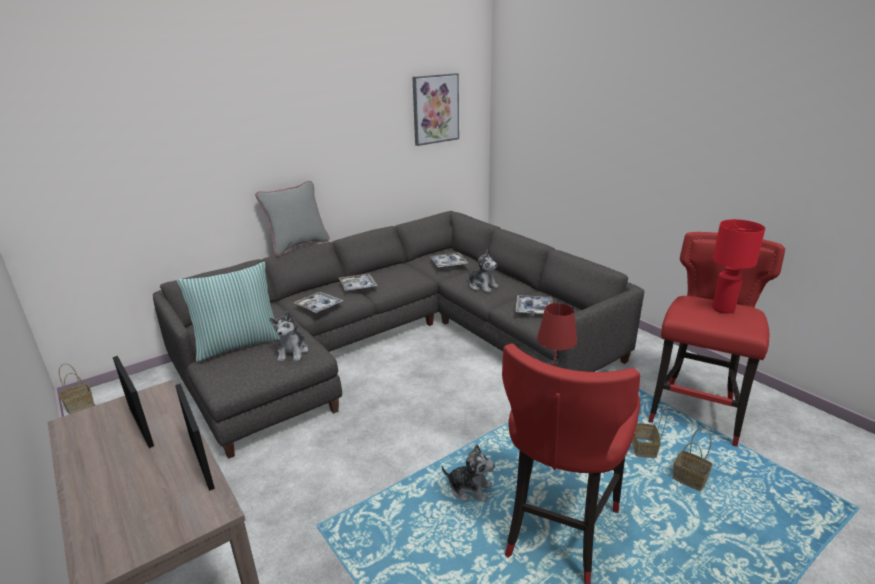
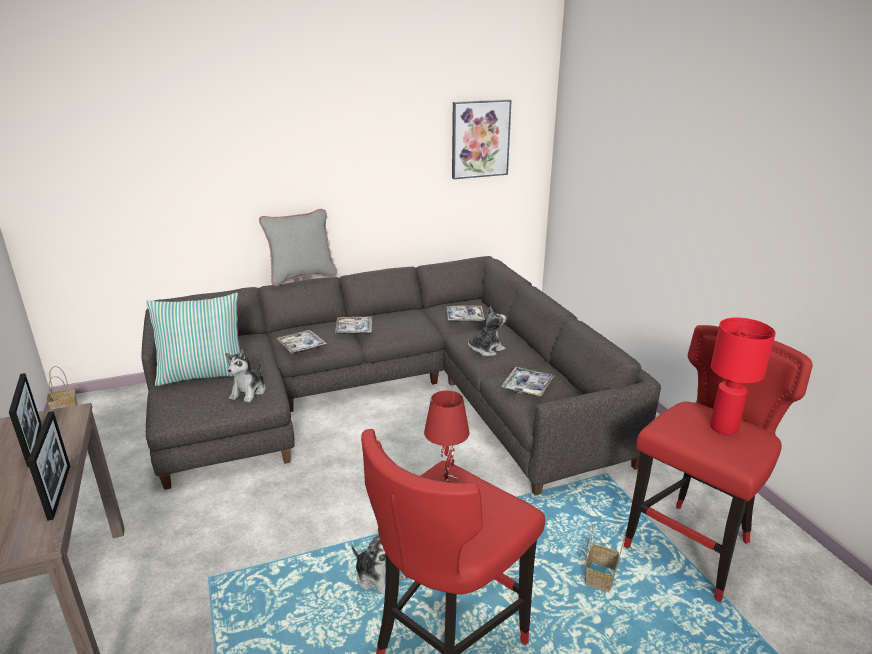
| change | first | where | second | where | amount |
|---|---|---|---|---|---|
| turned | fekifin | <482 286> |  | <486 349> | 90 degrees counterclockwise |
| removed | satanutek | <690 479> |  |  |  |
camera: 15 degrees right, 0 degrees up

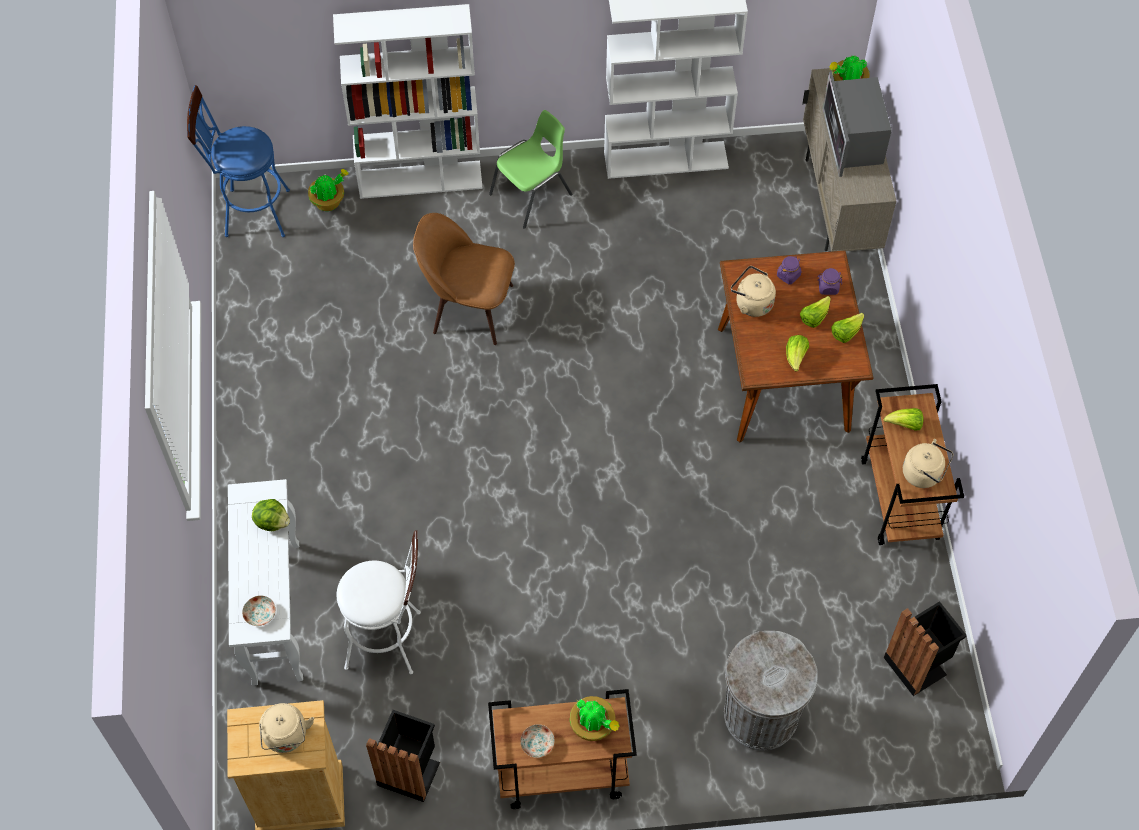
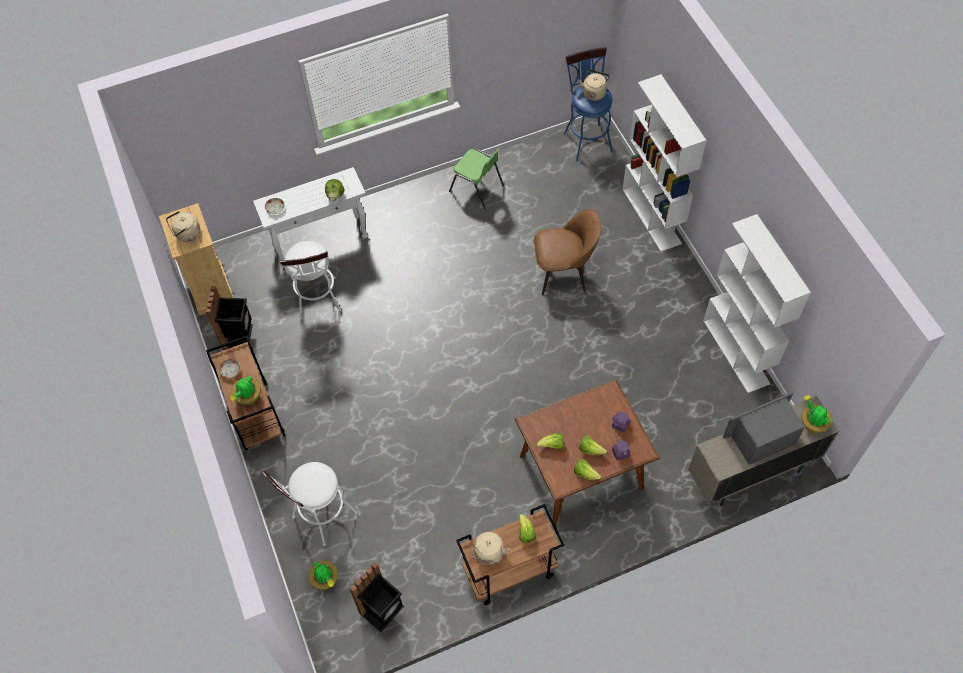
| change | first | where | second | where | amount |
|---|---|---|---|---|---|
| replaced | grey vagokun | <760 715> | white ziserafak | <320 518> |  |
| moved | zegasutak | <329 201> |  | <325 580> |  |
| moved | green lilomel | <532 194> |  | <477 189> |  |
| turned | brown lilomel | <469 308> |  | <563 272> | 90 degrees clockwise |
| moved | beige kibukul | <751 303> |  | <594 92> |  |
camera: 75 degrees right, 0 degrees up

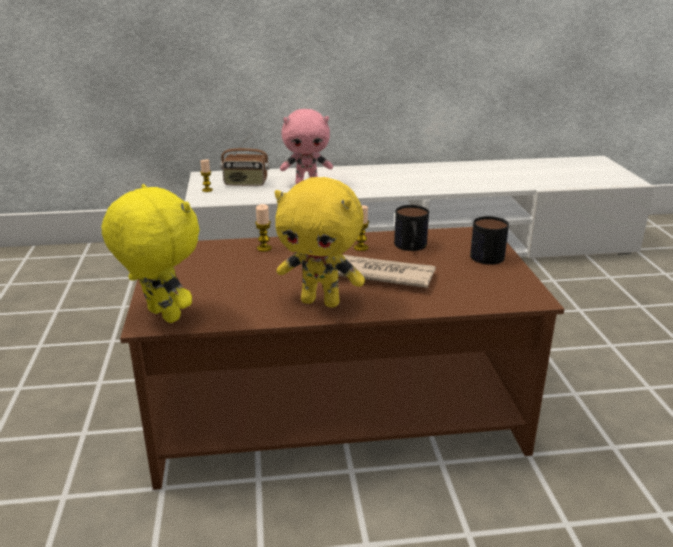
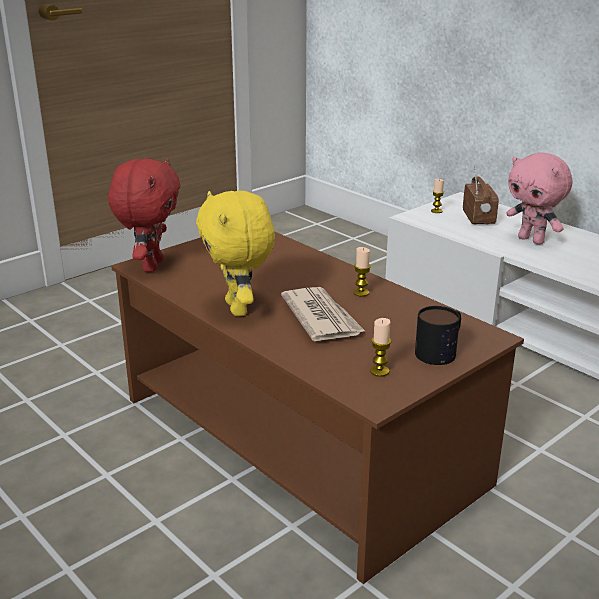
| change | first | where | second | where | amount |
|---|---|---|---|---|---|
| recoloured | yellow fekifin | <161 316> | red fekifin | <151 265> |  |
| moved | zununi | <264 248> |  | <379 371> |  |
| turned | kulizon | <245 183> |  | <479 218> | 150 degrees counterclockwise |
| removed | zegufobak | <411 247> |  |  |  |
camera: 55 degrees right, 0 degrees up

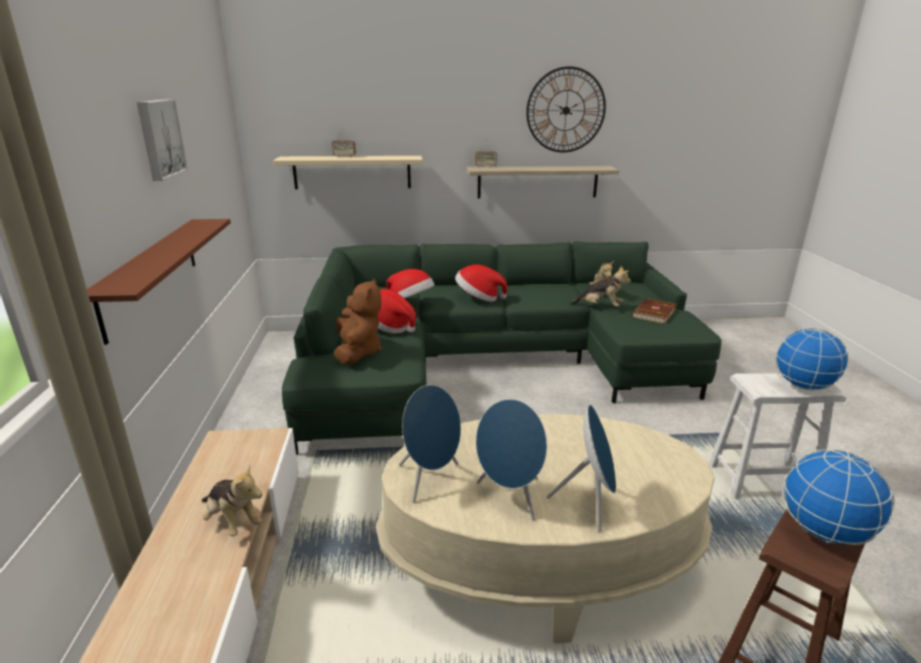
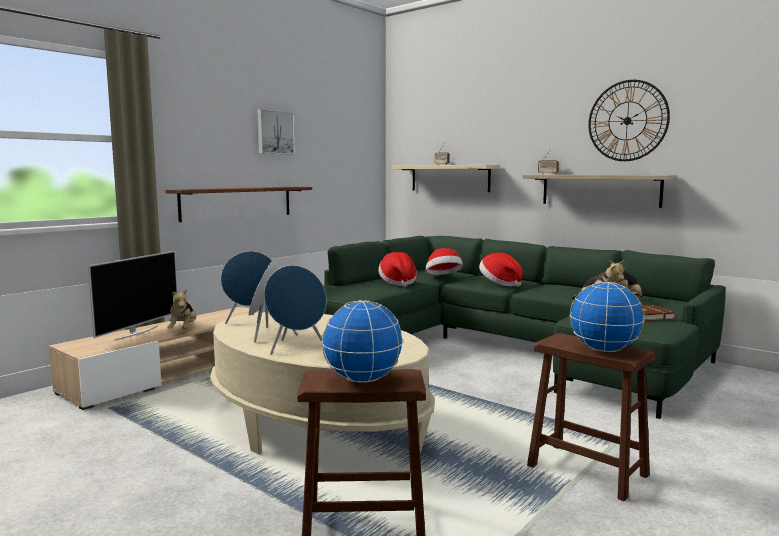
| change | first | where | second | where | amount |
|---|---|---|---|---|---|
| added |  |  | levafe | <136 333> |  |
| recoloured | white ziserafak | <761 479> | brown ziserafak | <587 470> |  |
| removed | brown fekifin | <358 352> |  |  |  |
camera: 45 degrees right, 15 degrees down

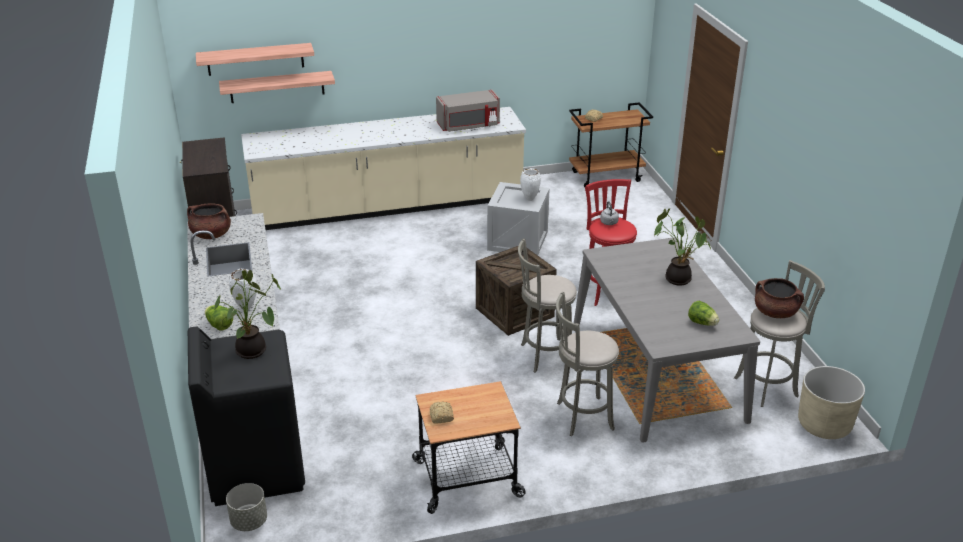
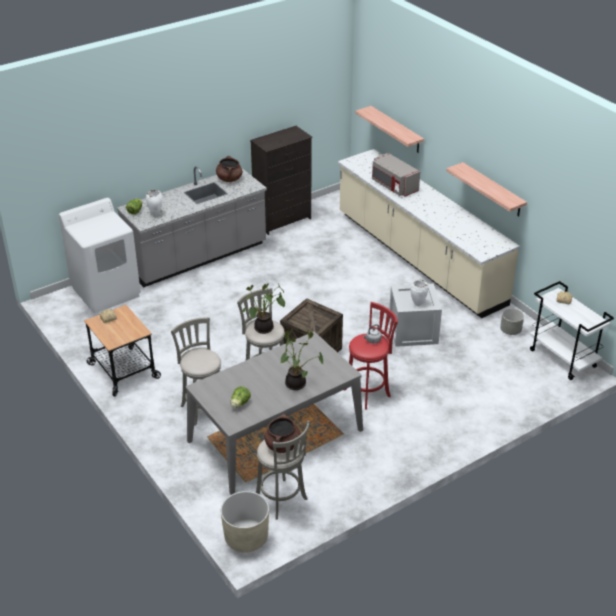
| change | first | where | second | where | amount |
|---|---|---|---|---|---|
| recoloured | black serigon | <256 468> | white serigon | <106 292> |  |
| moved | zegasutak | <253 351> |  | <263 329> |  |
| moved | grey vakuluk | <469 125> |  | <393 186> |  |
| moved | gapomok | <255 59> |  | <493 190> |  |
| moved | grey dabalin | <249 521> |  | <510 330> |  |
| recoloured | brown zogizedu | <606 176> | white zogizedu | <563 358> |  |
camera: 70 degrees right, 5 degrees up

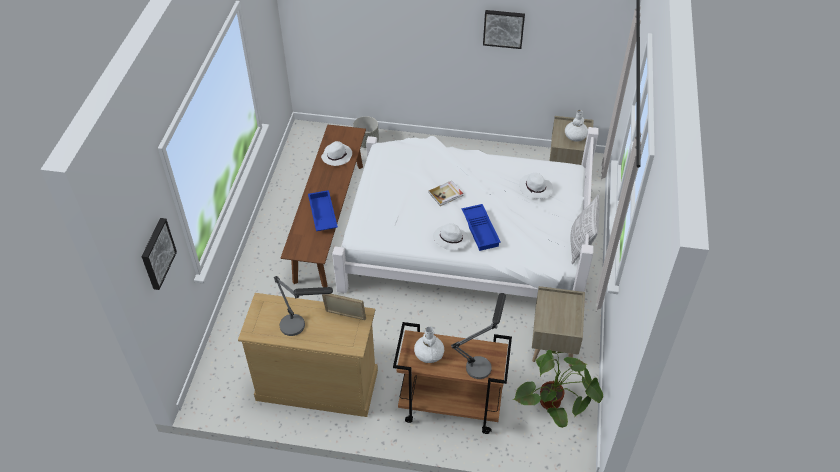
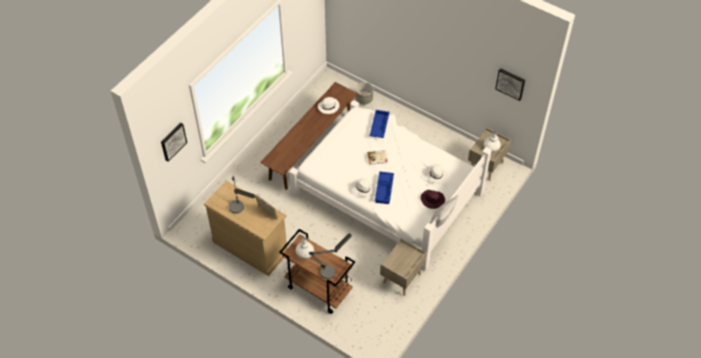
| change | first | where | second | where | amount |
|---|---|---|---|---|---|
| moved | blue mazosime | <322 214> |  | <379 126> |  |
| added |  |  | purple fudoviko | <433 200> |  |
| moved | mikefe | <503 28> |  | <510 83> |  |
| removed | zegasutak | <554 411> |  |  |  |
camera: 25 degrees right, 5 degrees up

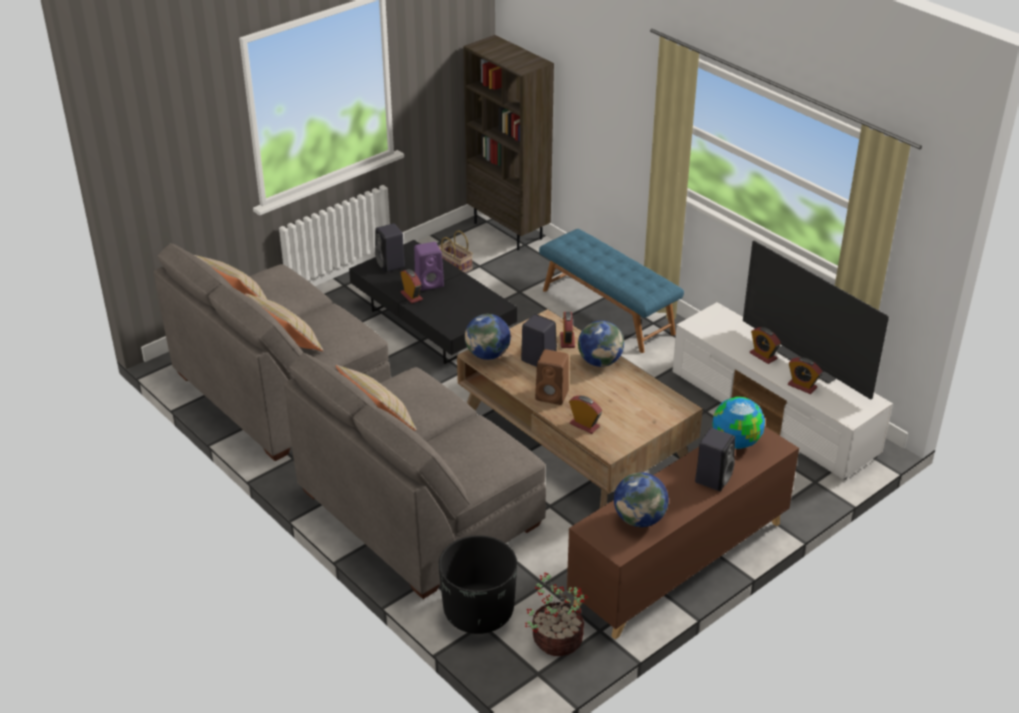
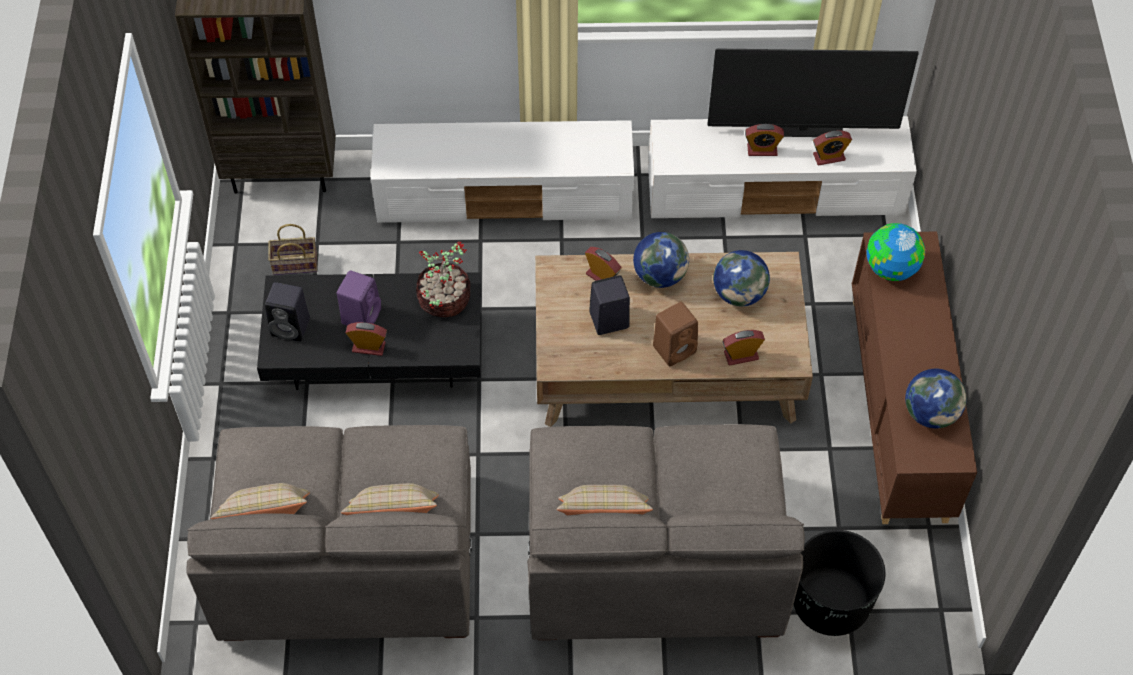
| change | first | where | second | where | amount |
|---|---|---|---|---|---|
| replaced | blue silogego | <608 311> | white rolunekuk | <506 195> |  |
| moved | zegasutak | <555 640> |  | <443 300> |  |
| moved | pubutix | <488 355> |  | <739 294> |  |
| removed | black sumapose | <713 477> |  |  |  |
camera: 50 degrees left, 20 degrees up

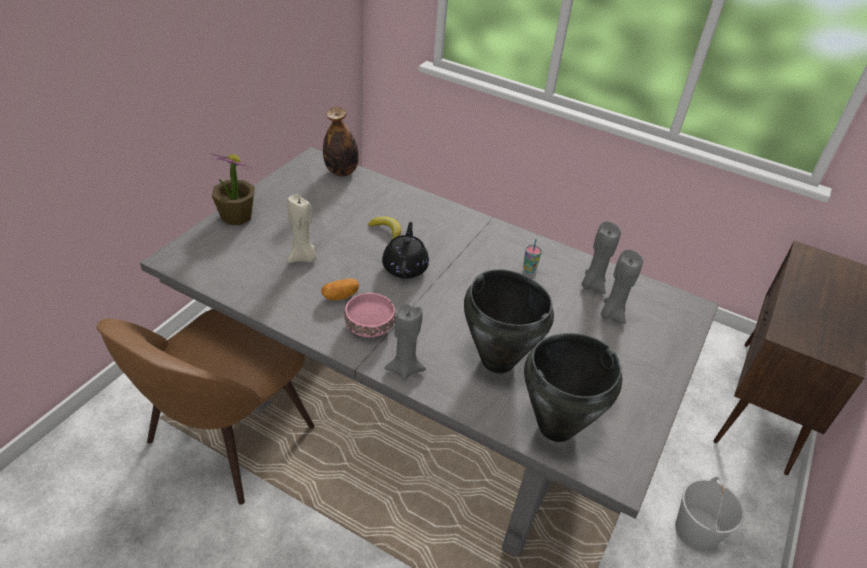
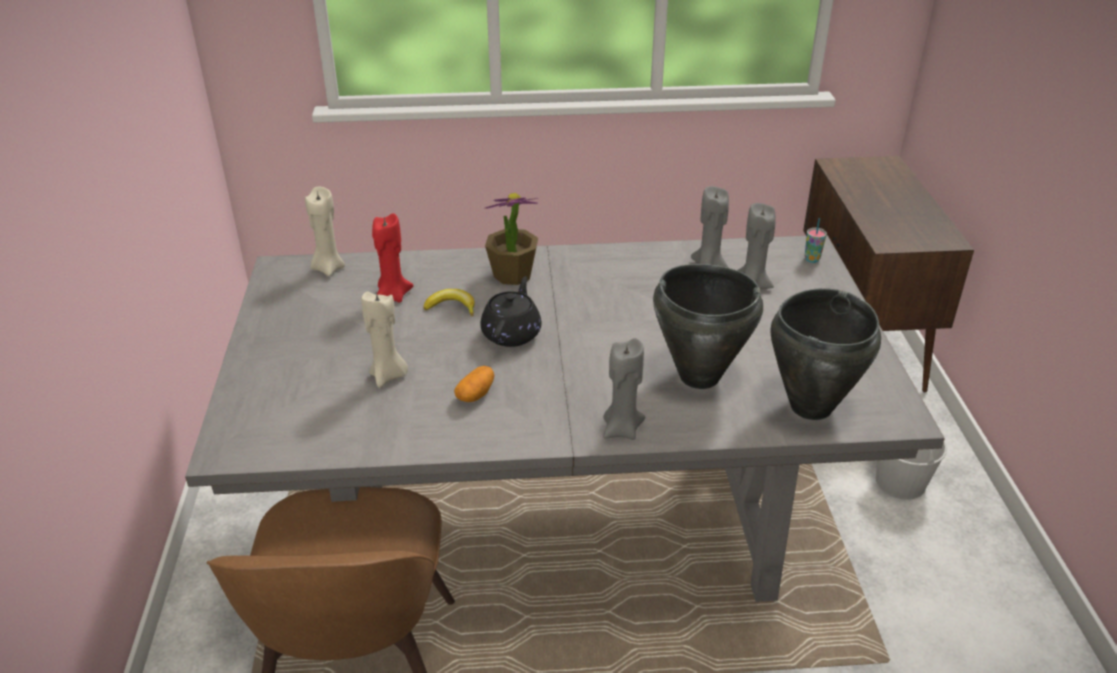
| change | first | where | second | where | amount |
|---|---|---|---|---|---|
| replaced | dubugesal | <341 172> | beige zununi | <328 268> |  |
| added |  |  | red zununi | <392 295> |  |
| turned | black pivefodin | <405 267> |  | <512 333> | 45 degrees clockwise |
| moved | zegasutak | <236 216> |  | <512 275> |  |
| moved | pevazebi | <529 269> |  | <812 259> |  |
| removed | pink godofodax | <368 325> |  |  |  |
camera: 30 degrees left, 5 degrees down

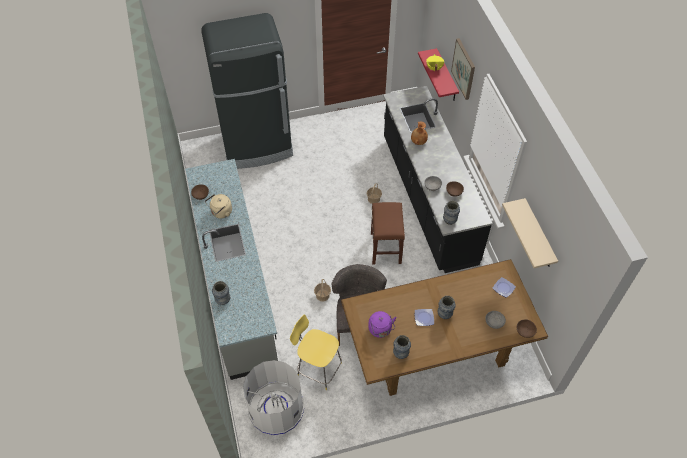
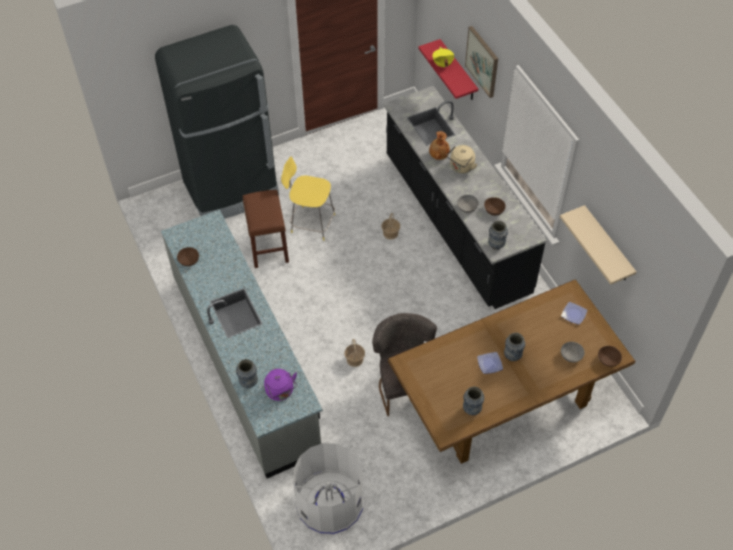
| change | first | where | second | where | amount |
|---|---|---|---|---|---|
| moved | brown ziserafak | <385 247> |  | <268 247> |  |
| moved | purple kibukul | <380 330> |  | <281 392> |  |
| moved | yellow ziserafak | <318 368> |  | <311 223> |  |
| moved | beige kibukul | <220 212> |  | <461 167> |  |
camera: 10 degrees left, 0 degrees up

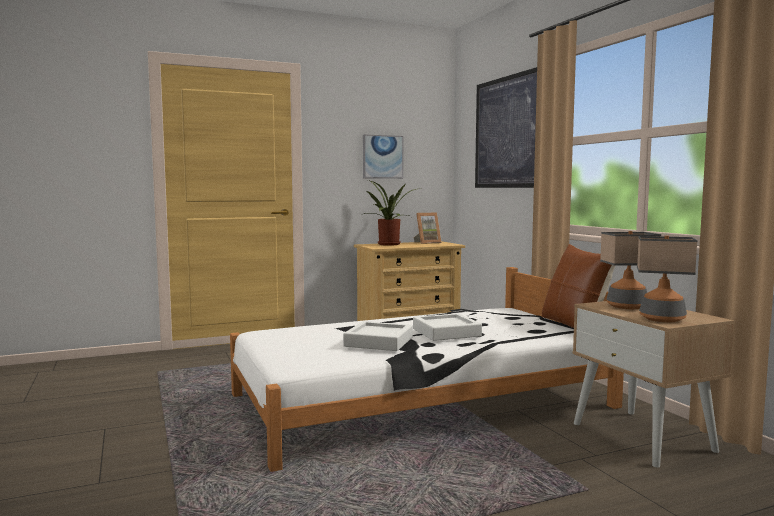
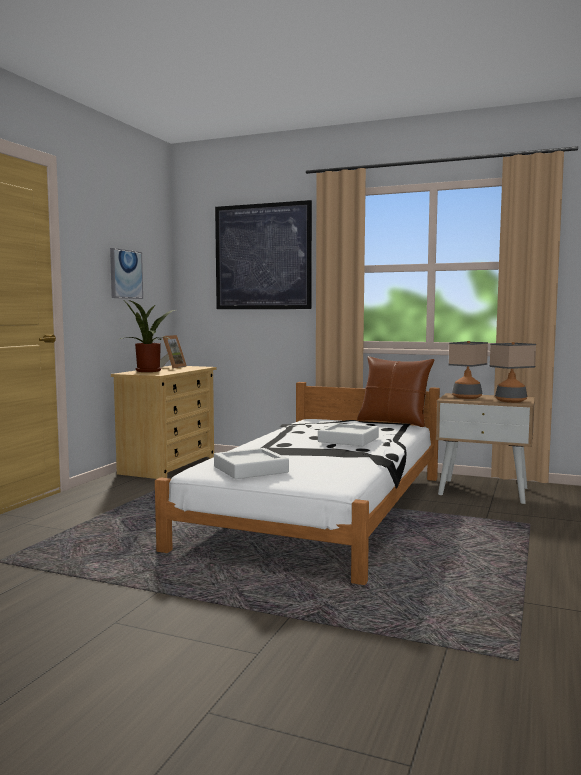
| change | first | where | second | where | amount |
|---|---|---|---|---|---|
| moved | white mazosime | <379 342> |  | <250 469> |  |
camera: 45 degrees left, 0 degrees up

